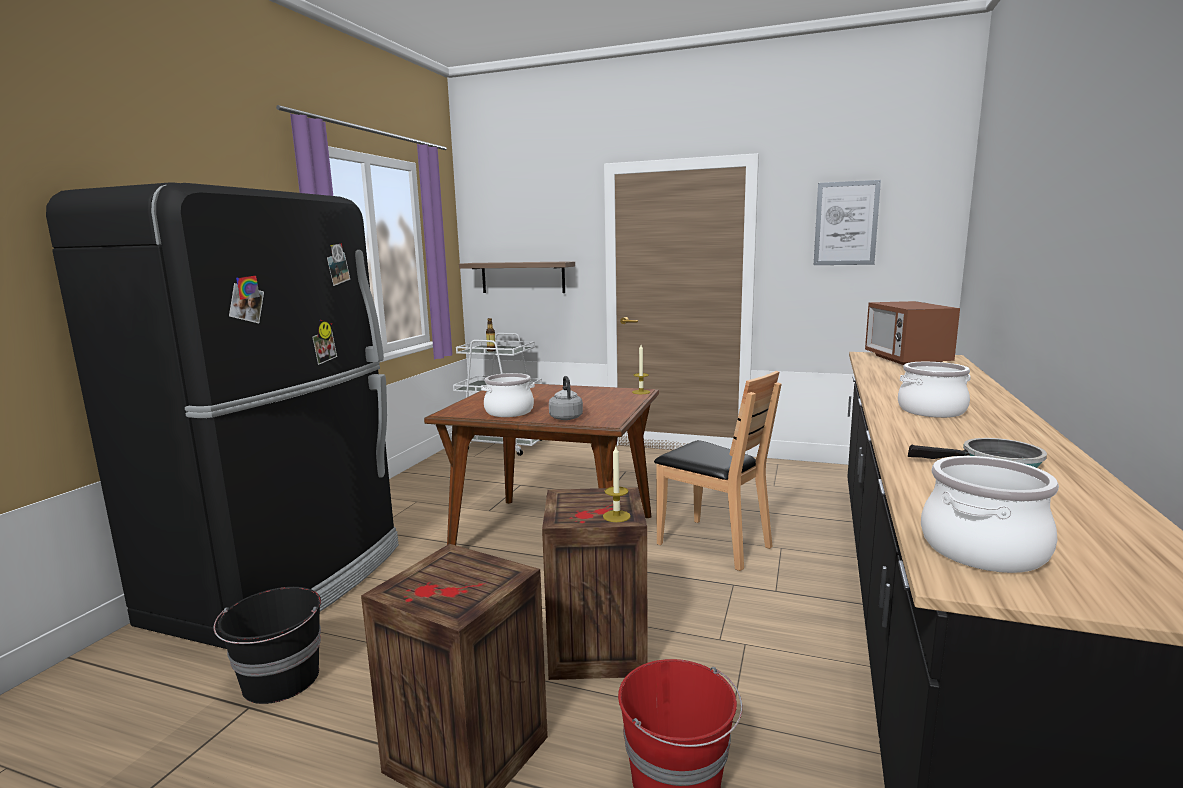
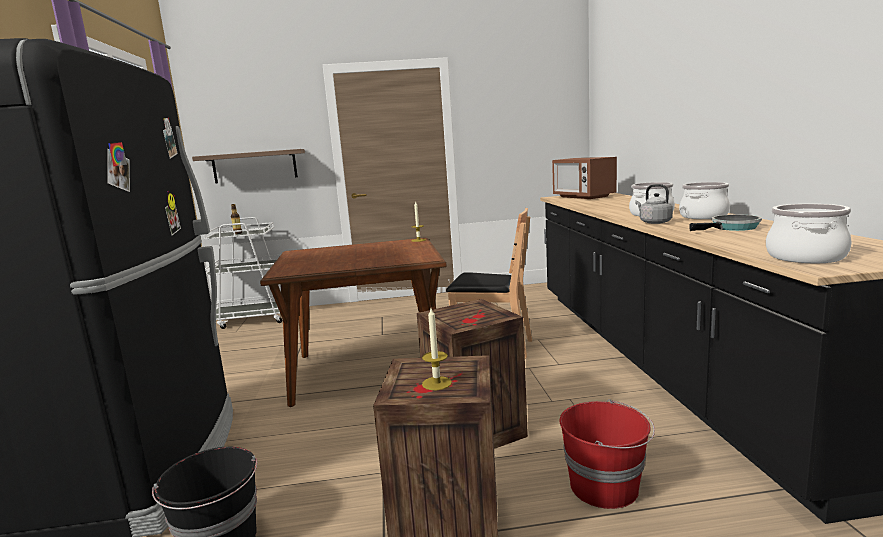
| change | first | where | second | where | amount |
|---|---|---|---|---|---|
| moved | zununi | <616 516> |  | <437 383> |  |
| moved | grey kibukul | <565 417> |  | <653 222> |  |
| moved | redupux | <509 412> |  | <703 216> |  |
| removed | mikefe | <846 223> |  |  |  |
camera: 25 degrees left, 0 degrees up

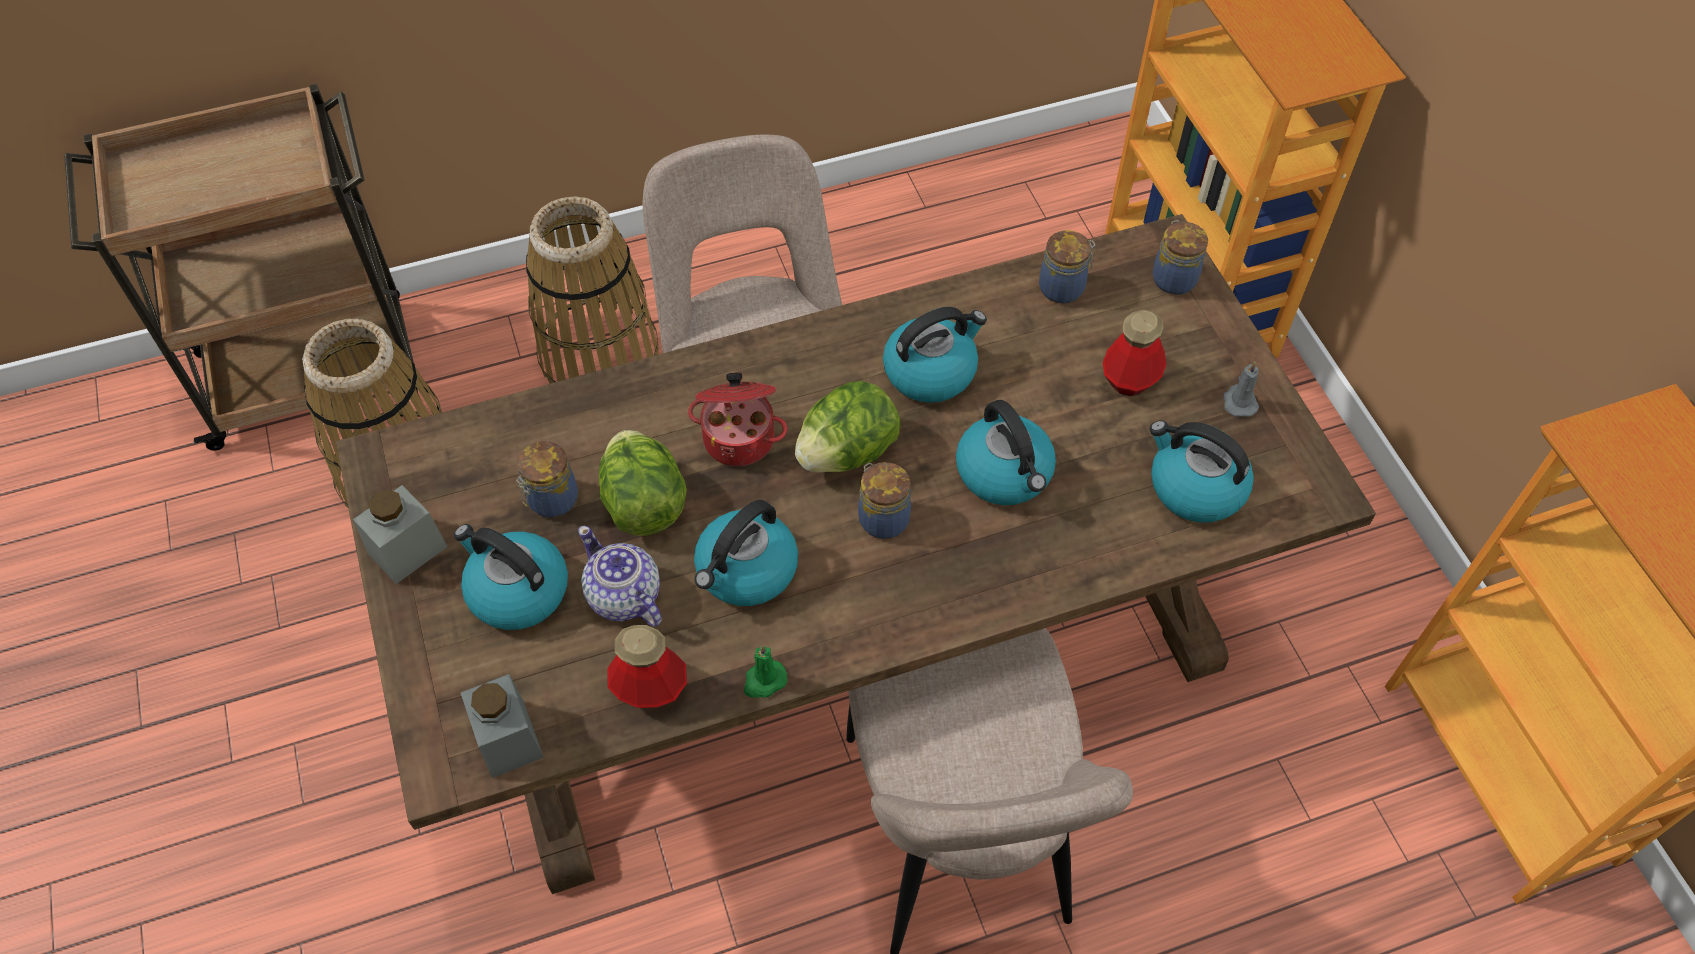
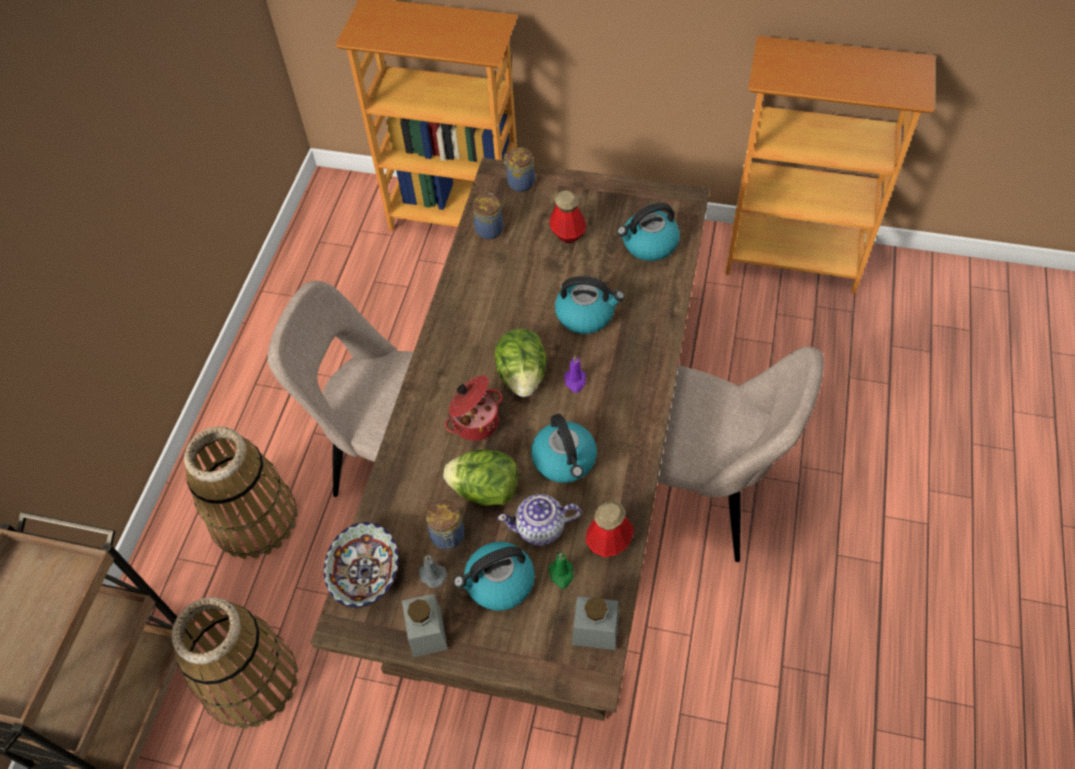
| change | first | where | second | where | amount |
|---|---|---|---|---|---|
| added |  |  | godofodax | <366 573> |  |
| moved | grey zununi | <1239 401> |  | <431 575> |  |
| moved | green zununi | <764 681> |  | <561 574> |  |
| replaced | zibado | <882 518> | purple zununi | <575 381> |  |
| removed | kibukul | <931 371> |  |  |  |
camera: 55 degrees left, 0 degrees up

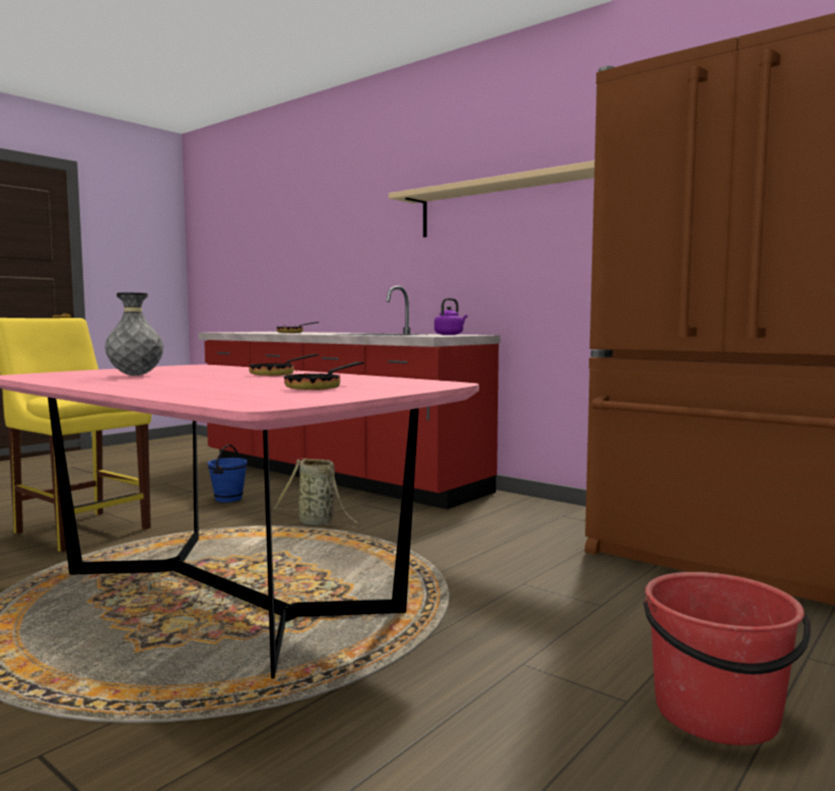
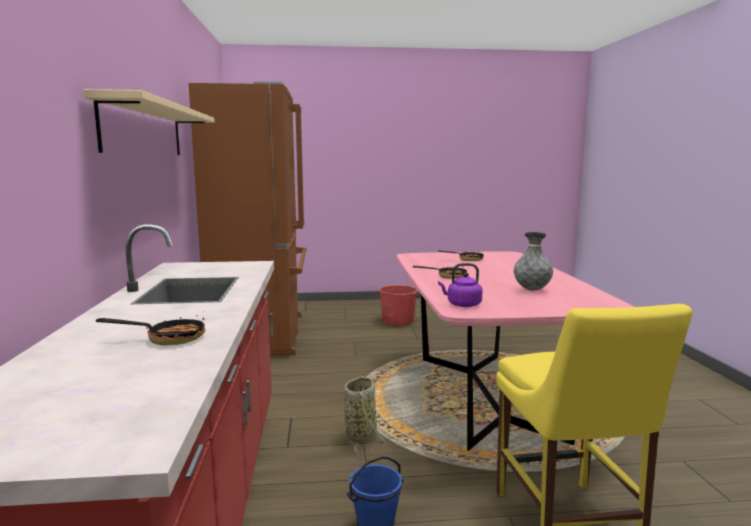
| change | first | where | second | where | amount |
|---|---|---|---|---|---|
| moved | purple kibukul | <450 334> |  | <462 304> |  |
camera: 135 degrees left, 5 degrees up

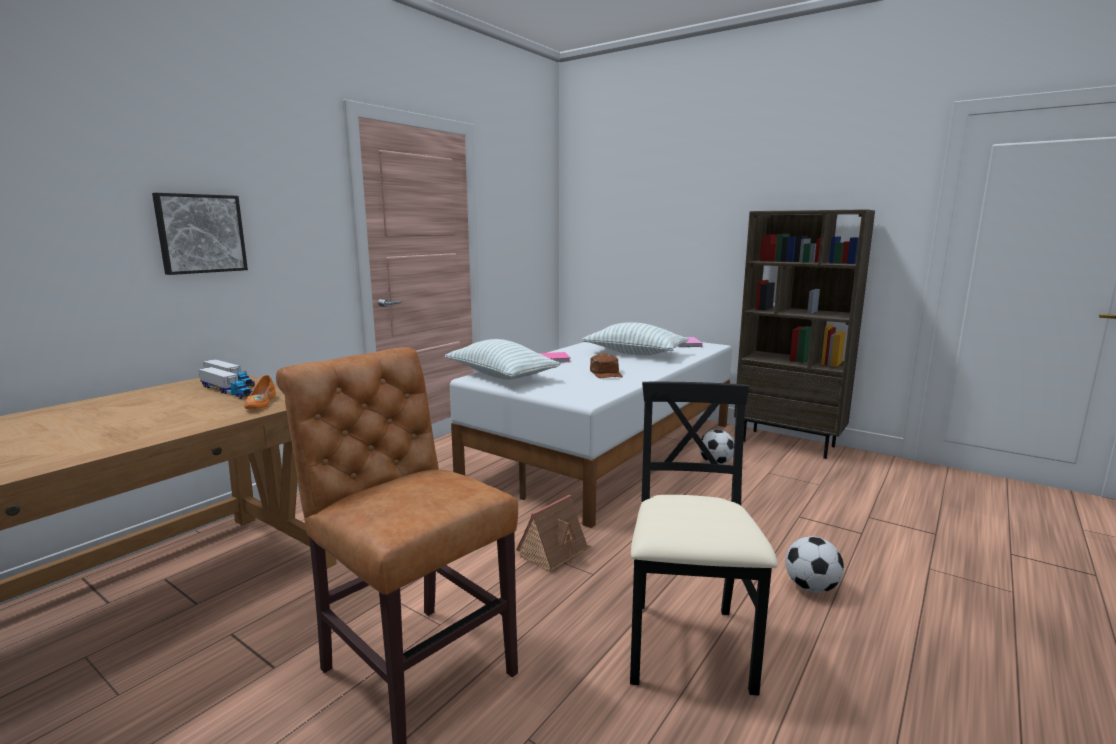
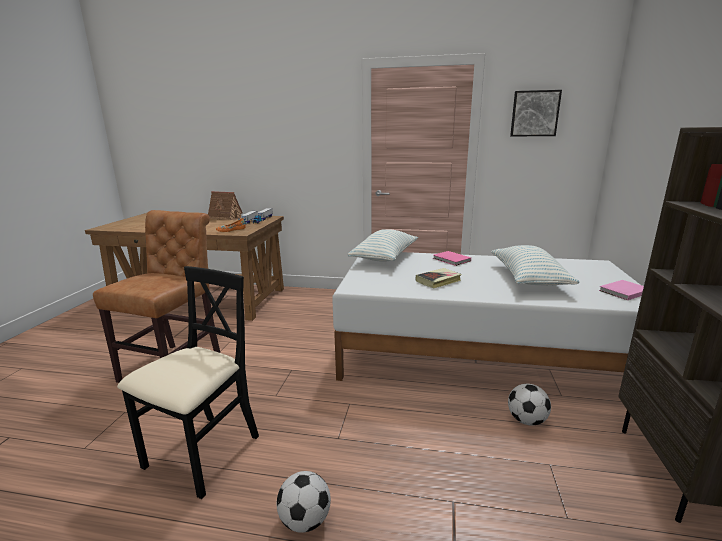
| change | first | where | second | where | amount |
|---|---|---|---|---|---|
| turned | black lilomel | <688 647> |  | <203 453> | 45 degrees counterclockwise |
| moved | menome | <554 552> |  | <227 217> |  |
| replaced | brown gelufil | <606 373> | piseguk | <438 281> |  |
| moved | mikefe | <200 233> |  | <534 113> |  |
camera: 65 degrees right, 5 degrees up

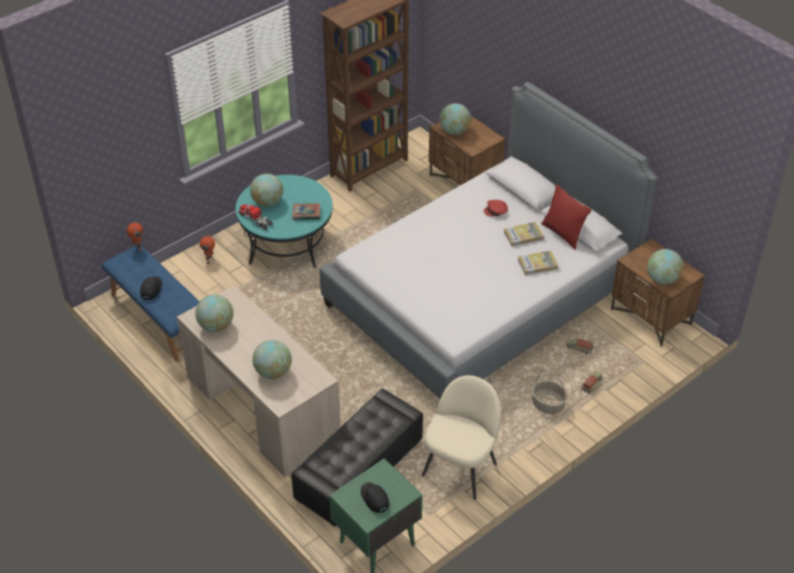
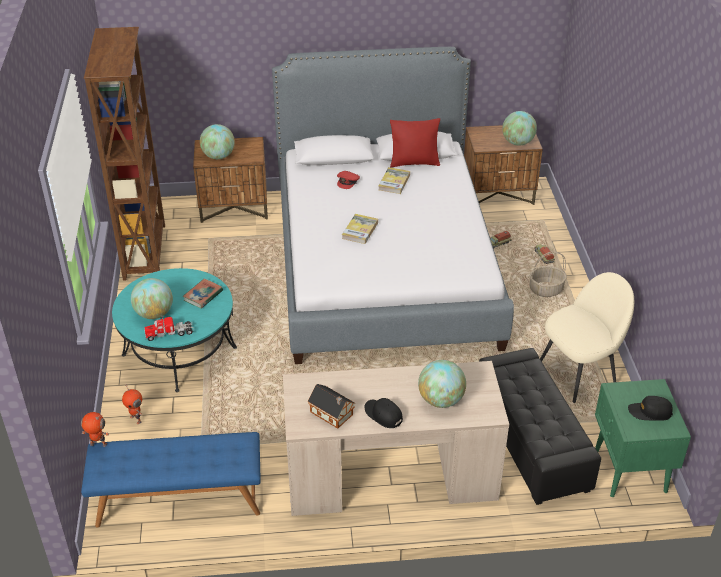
| change | first | where | second | where | amount |
|---|---|---|---|---|---|
| replaced | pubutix | <216 326> | menome | <332 414> |  |
| moved | piseguk | <537 264> |  | <360 230> |  |
| moved | black gelufil | <151 289> |  | <383 415> |  |
| turned | beige lilomel | <460 468> |  | <579 374> | 90 degrees clockwise |
camera: 55 degrees left, 5 degrees down

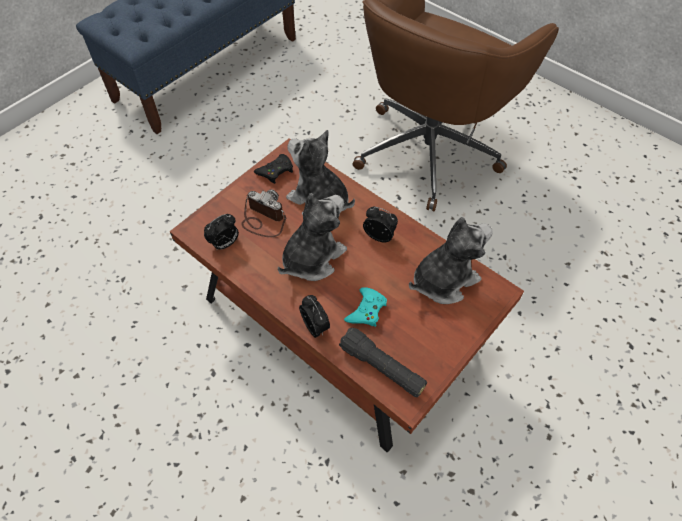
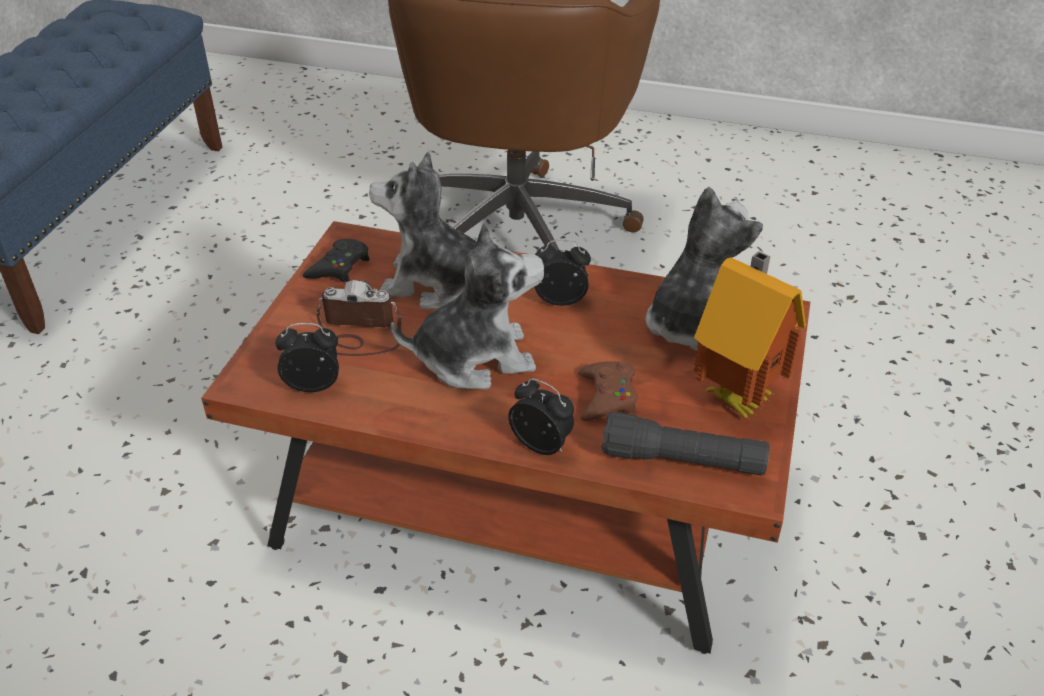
| change | first | where | second | where | amount |
|---|---|---|---|---|---|
| turned | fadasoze | <224 244> |  | <314 384> | 120 degrees counterclockwise |
| turned | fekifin | <312 258> |  | <475 358> | 60 degrees clockwise |
| recoloured | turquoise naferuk | <366 310> | brown naferuk | <607 396> |  |
| added |  |  | menome | <739 396> |  |
camera: 25 degrees left, 15 degrees down

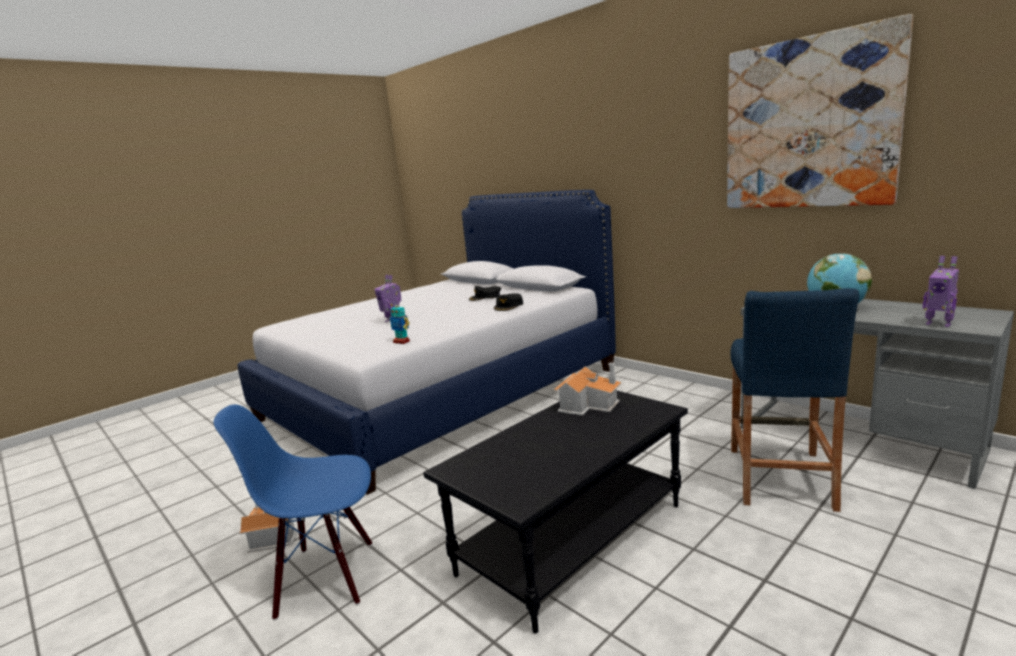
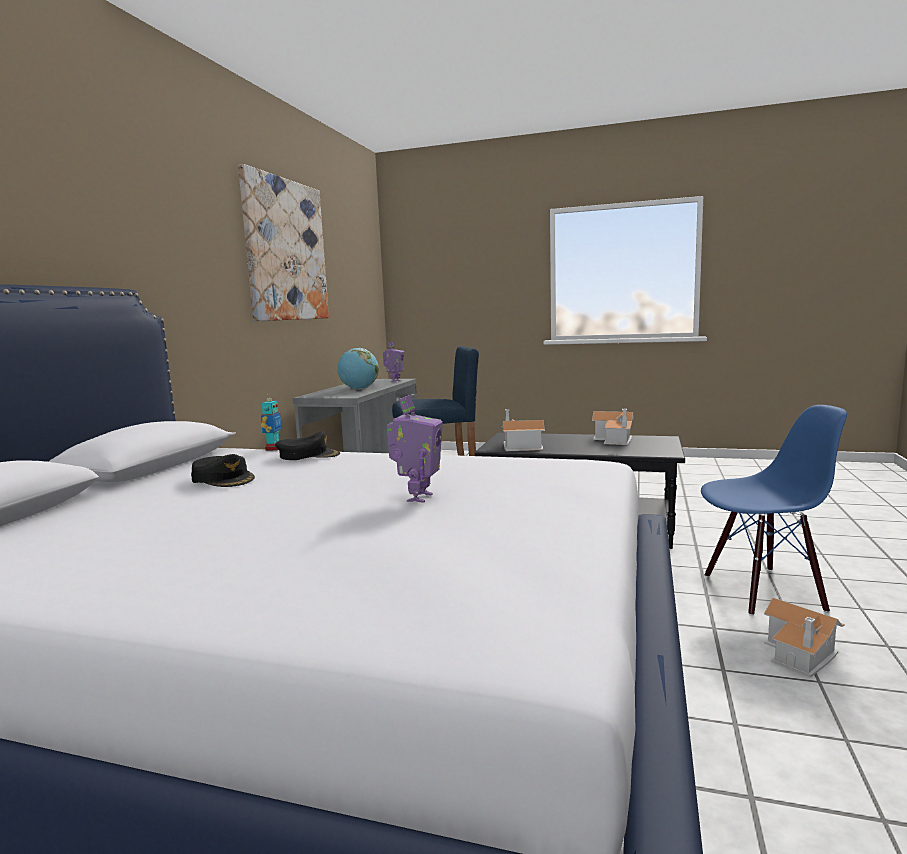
| change | first | where | second | where | amount |
|---|---|---|---|---|---|
| moved | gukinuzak | <402 342> |  | <274 448> |  |
| added |  |  | menome | <615 439> |  |
| turned | blue lilomel | <326 577> |  | <762 591> | 60 degrees counterclockwise |
camera: 120 degrees left, 5 degrees down

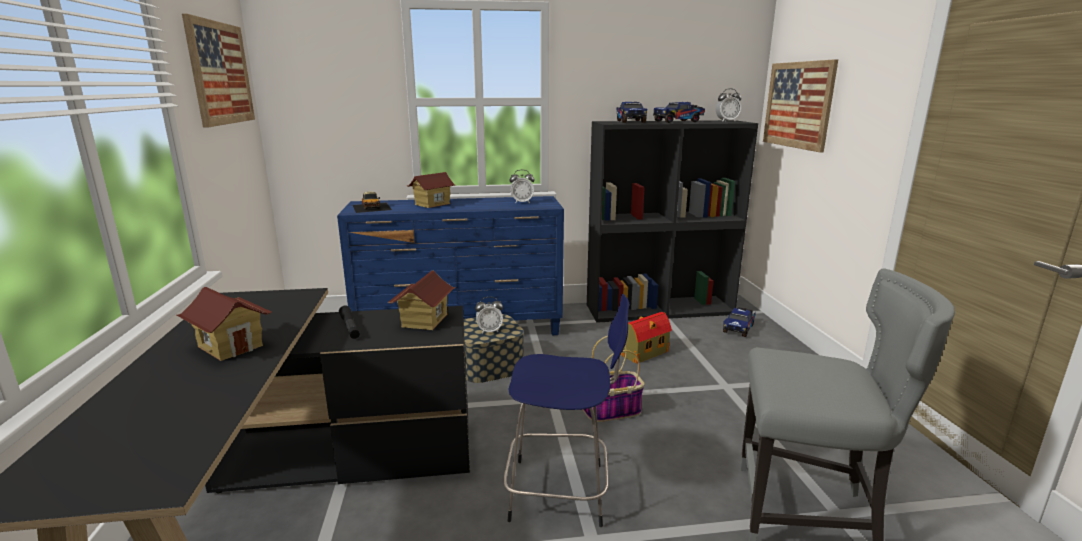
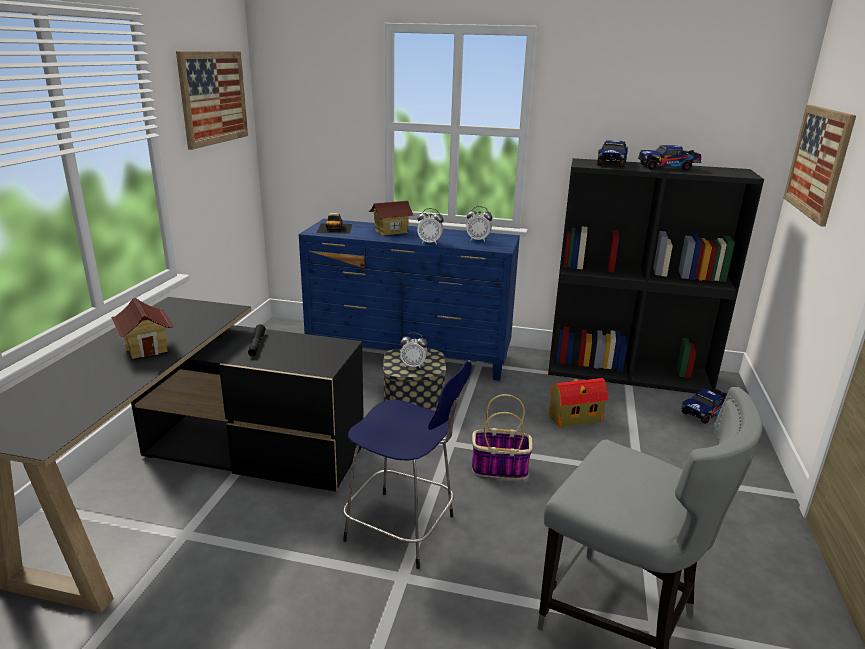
| change | first | where | second | where | amount |
|---|---|---|---|---|---|
| moved | fadasoze | <727 121> |  | <430 242> |  |
| removed | menome | <424 321> |  |  |  |
camera: 20 degrees right, 5 degrees up

